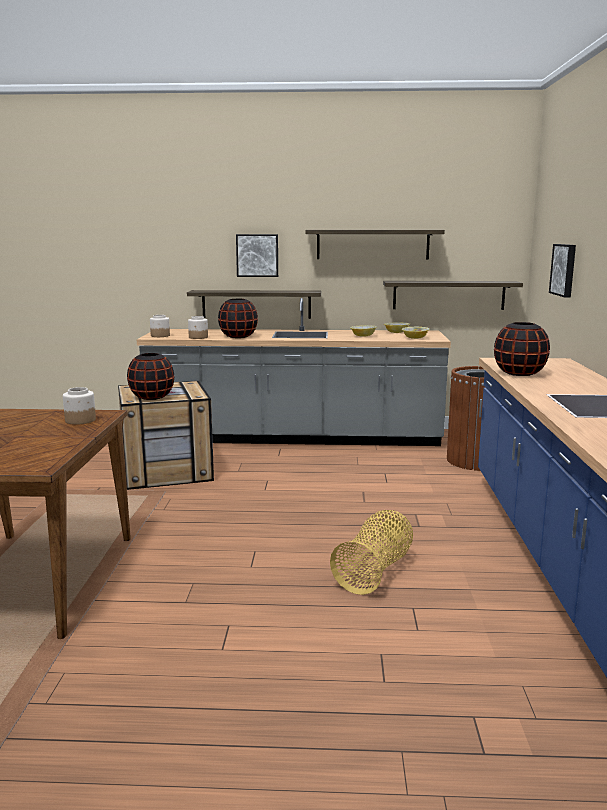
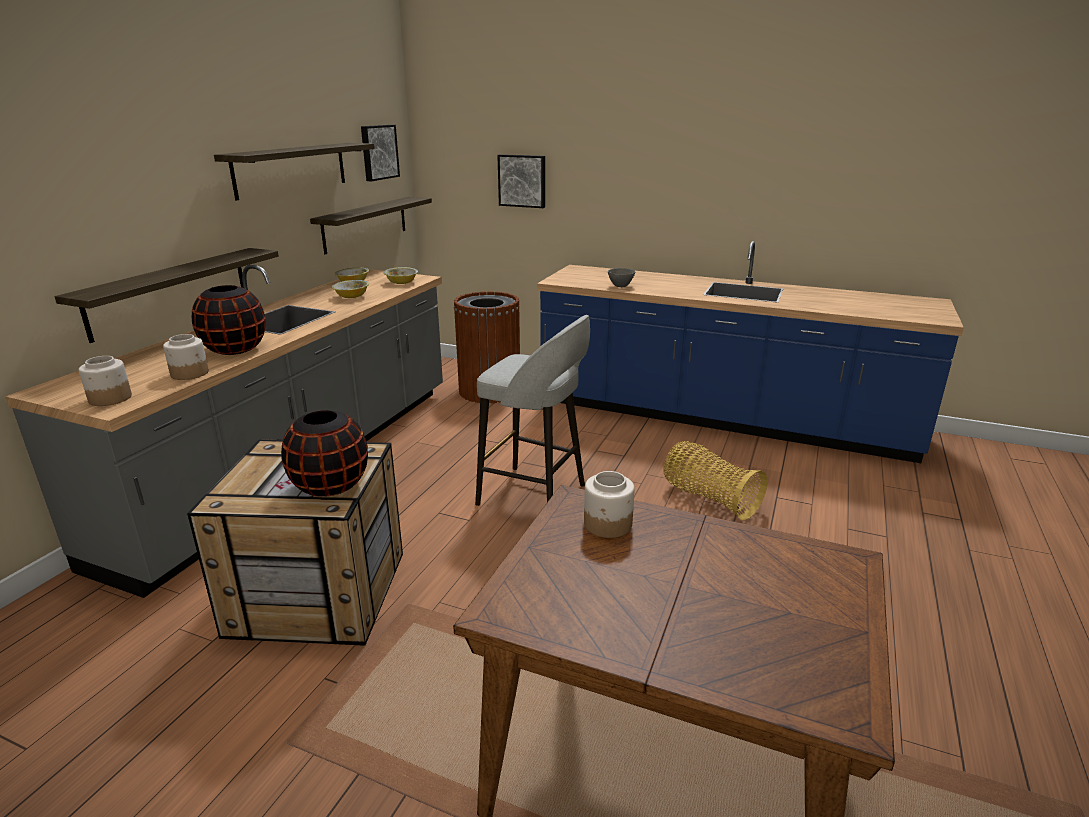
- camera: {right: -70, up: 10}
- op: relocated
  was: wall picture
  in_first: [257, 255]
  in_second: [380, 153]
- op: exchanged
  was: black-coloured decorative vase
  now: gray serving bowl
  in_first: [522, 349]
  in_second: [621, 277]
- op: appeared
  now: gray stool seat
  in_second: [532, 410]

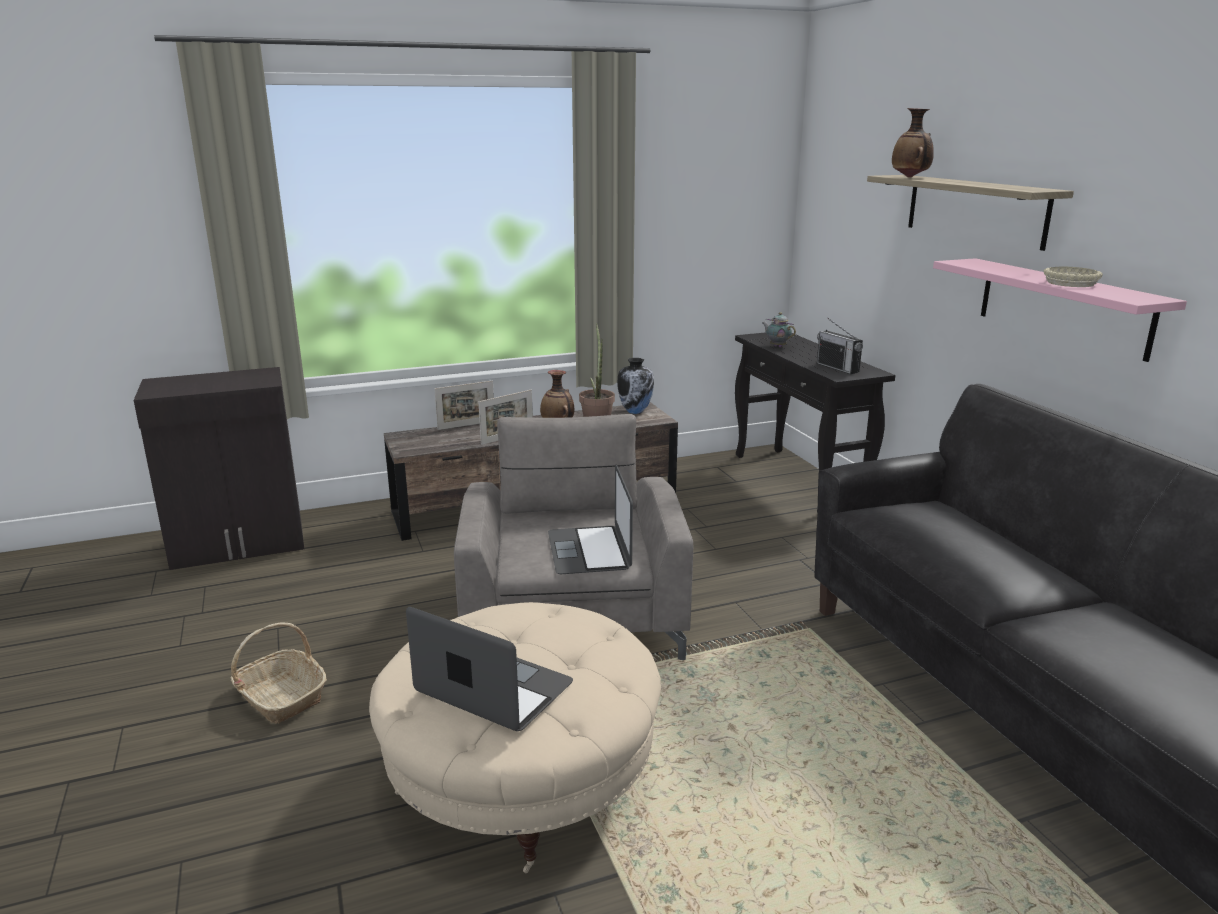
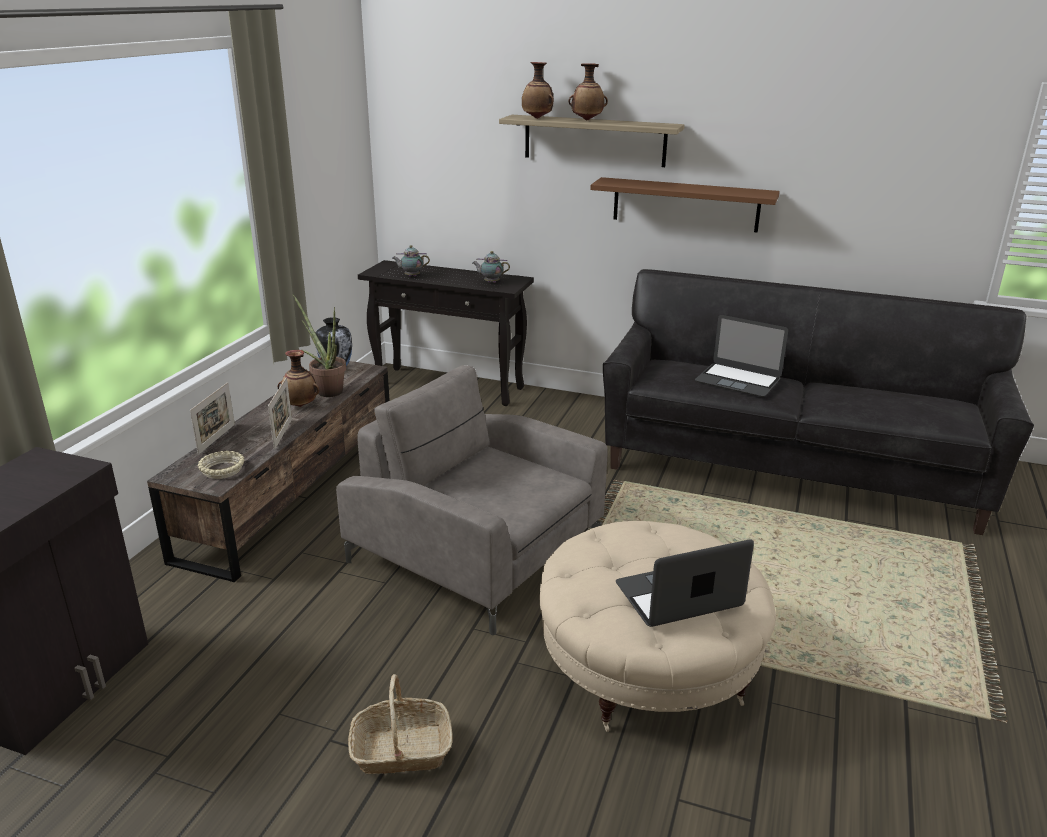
- camera: {right: -50, up: 5}
- op: colour
  was: pink-coloured bracket shelf
  now: brown-coloured bracket shelf
  in_first: [1060, 310]
  in_second: [685, 205]
- op: relocated
  was: beige-coloured serving bowl
  in_first: [1073, 277]
  in_second: [221, 465]
- op: exchanged
  was: radio
  now: tea pot
  in_first: [840, 346]
  in_second: [491, 267]
- op: relocated
  was: notebook computer
  in_first: [590, 519]
  in_second: [741, 356]
- op: appeared
  now: decorative vase
  in_second: [588, 91]

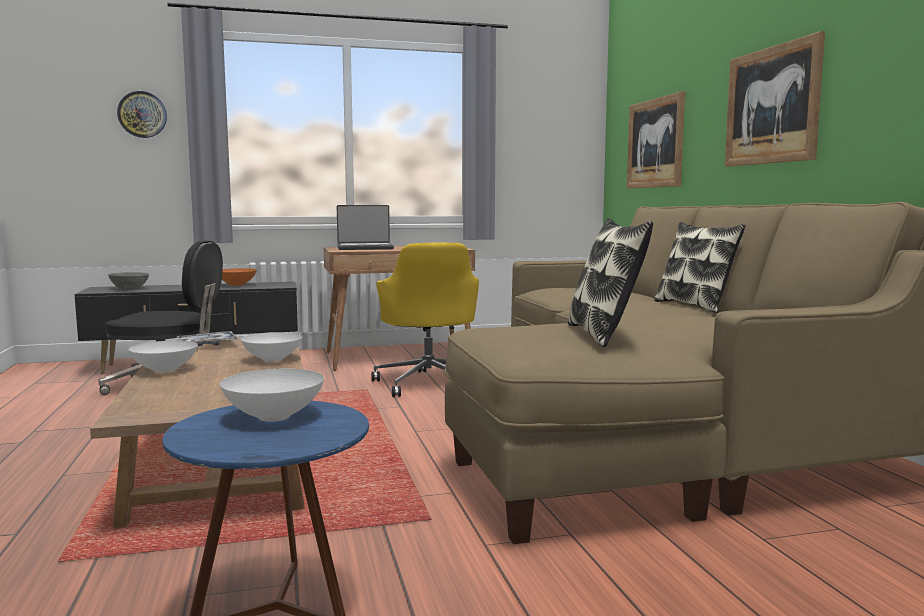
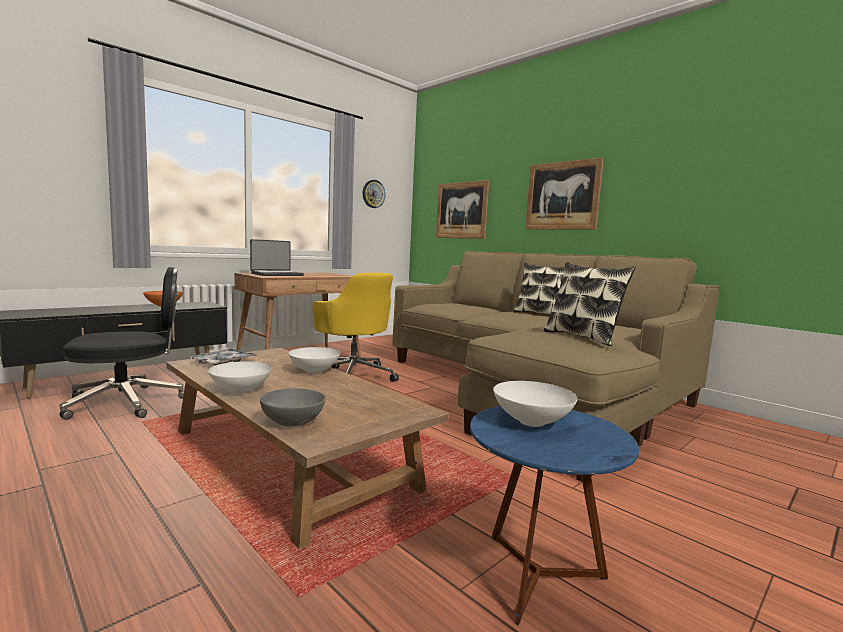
- camera: {right: -30, up: 0}
- op: relocated
  was: clock on the wall
  in_first: [142, 114]
  in_second: [374, 194]
- op: relocated
  was: gray serving bowl
  in_first: [128, 280]
  in_second: [293, 407]

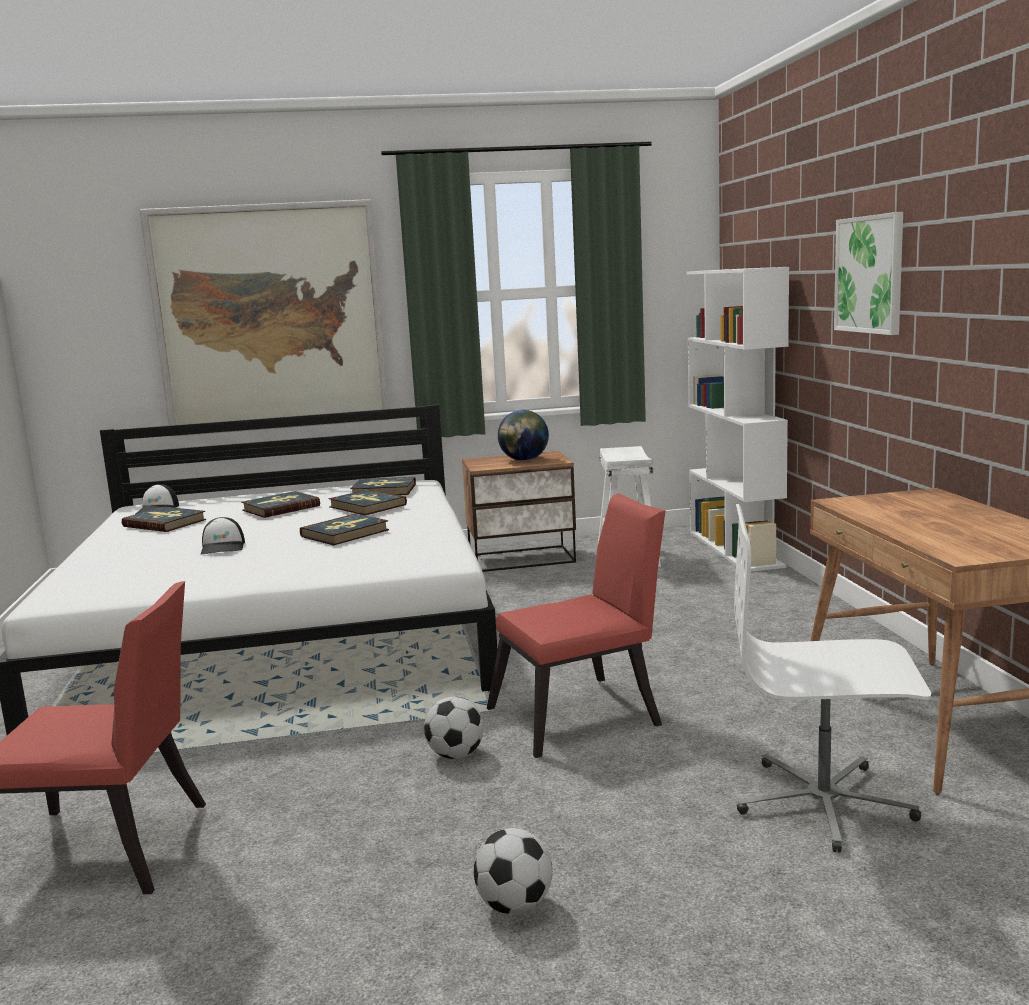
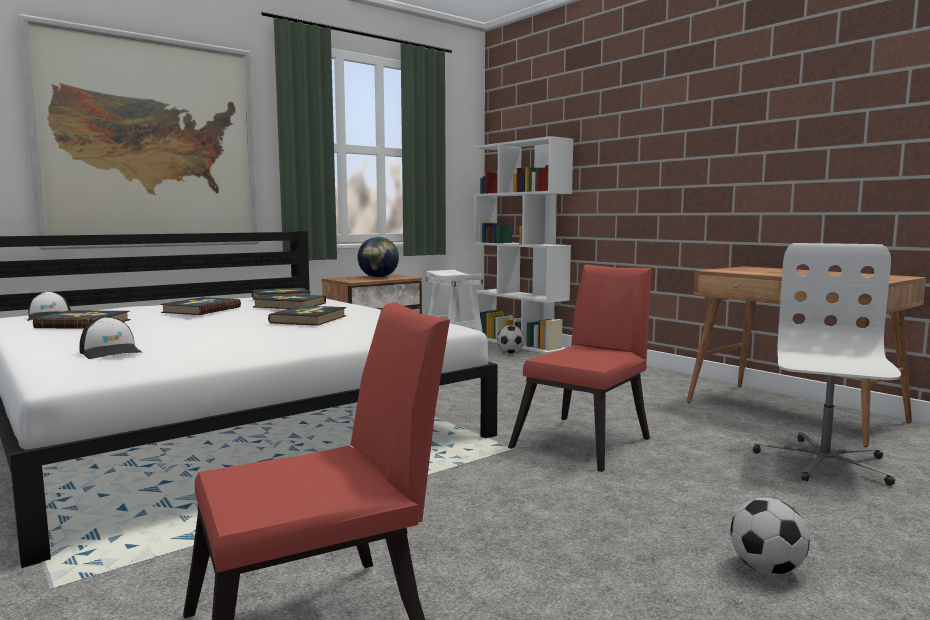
- camera: {right: -30, up: -5}
- op: missing
  was: wall picture
  in_first: [868, 273]
- op: spun
  was: white desk chair
  in_first: [832, 678]
  in_second: [827, 364]
  clockwise: 135
- op: relocated
  was: peaked cap
  in_first: [223, 536]
  in_second: [110, 338]
- op: relocated
  was: football ball
  in_first: [454, 728]
  in_second: [510, 339]

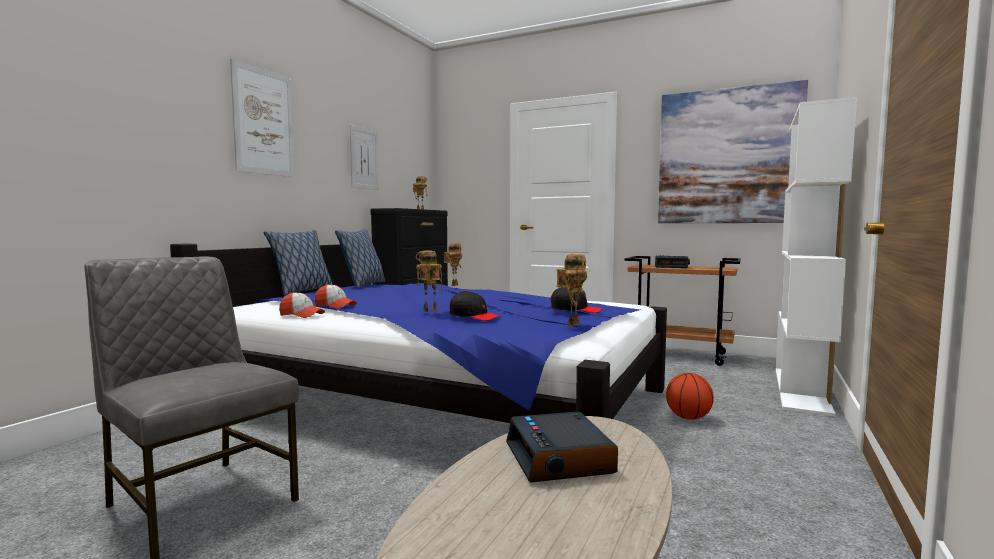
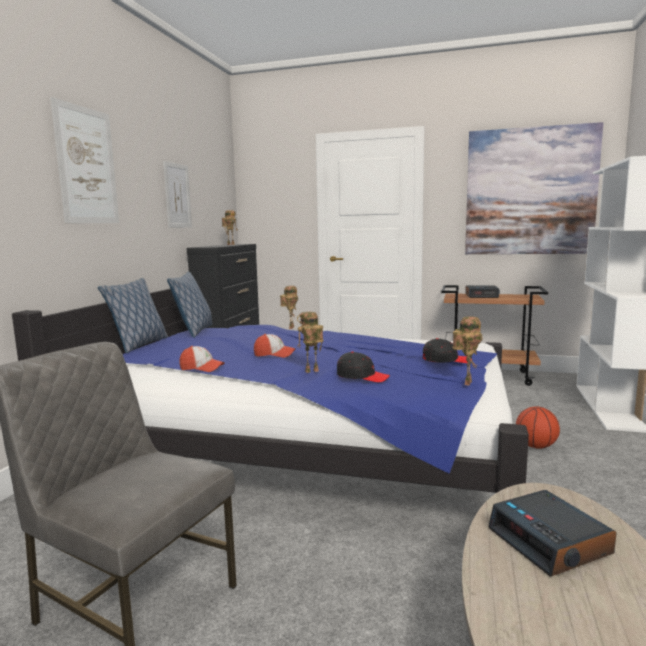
- camera: {right: -10, up: 5}
- op: relocated
  was: peaked cap
  in_first: [302, 305]
  in_second: [274, 346]

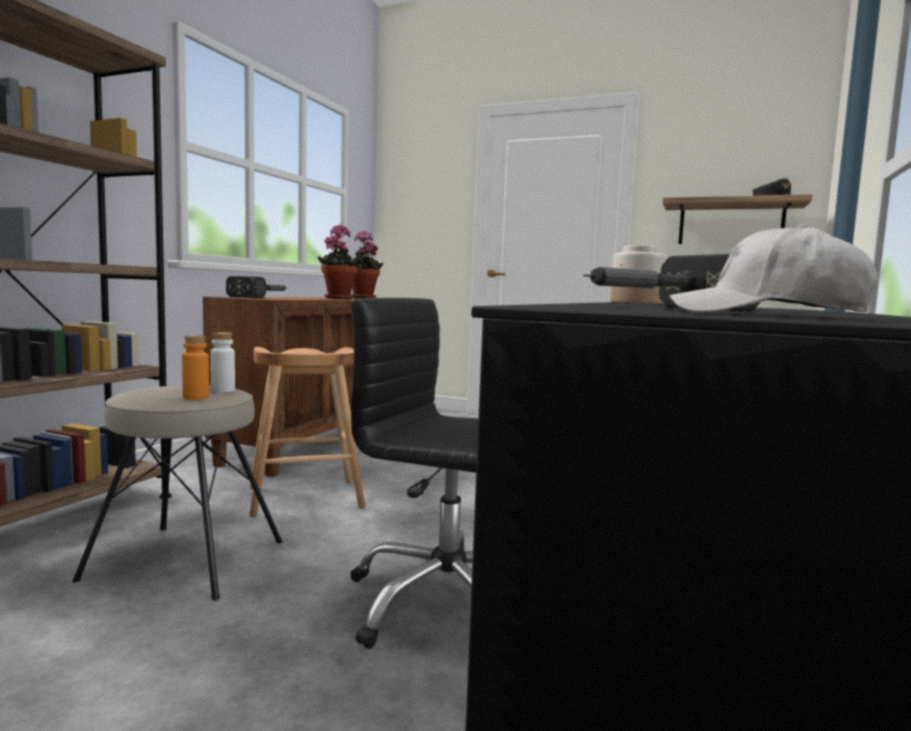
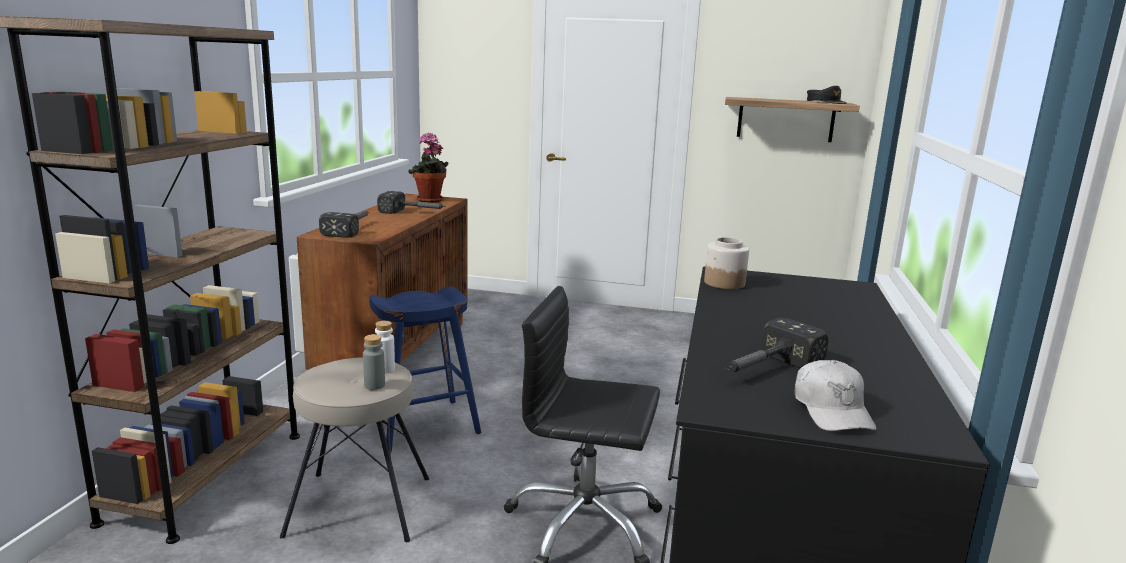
- camera: {right: -10, up: 10}
- op: exchanged
  was: plant in a pot
  now: hammer
  in_first: [339, 261]
  in_second: [411, 202]
- op: spun
  was: white peaked cap
  in_first: [773, 268]
  in_second: [836, 395]
  clockwise: -105
- op: colour
  was: orangey bottle
  now: gray bottle
  in_first: [195, 367]
  in_second: [374, 362]
- op: colour
  was: brown-coloured stool seat
  now: blue-coloured stool seat
  in_first: [307, 432]
  in_second: [425, 369]

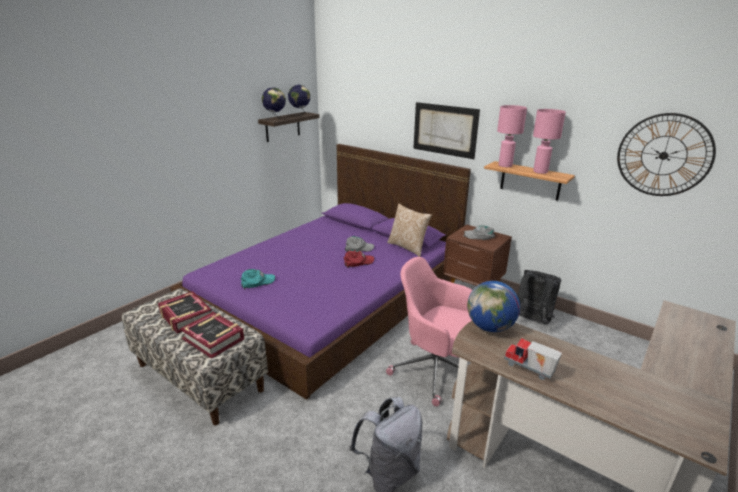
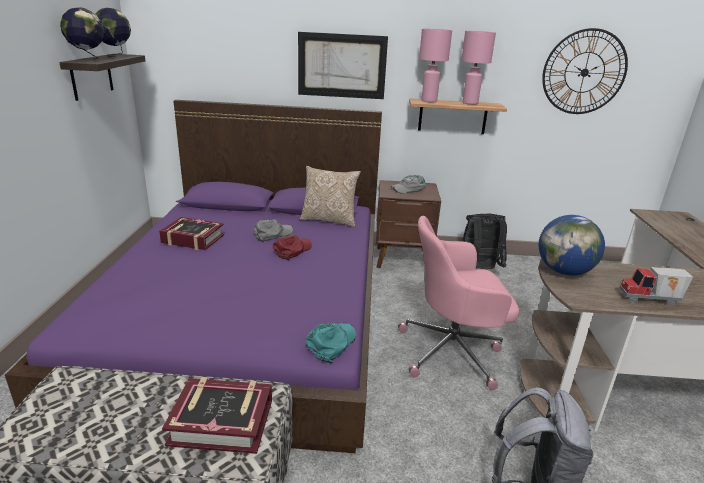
- camera: {right: -35, up: 0}
- op: relocated
  was: turquoise-coloured peaked cap
  in_first: [258, 279]
  in_second: [331, 343]
- op: relocated
  was: volume
  in_first: [184, 312]
  in_second: [191, 233]

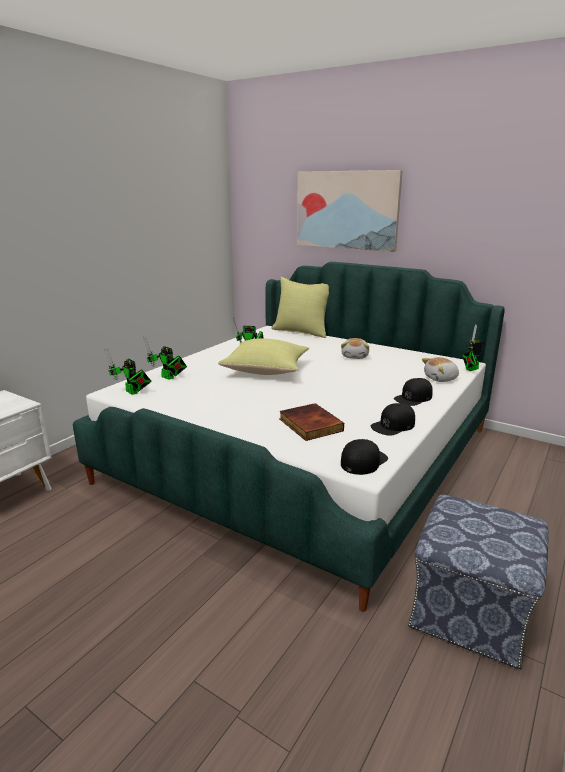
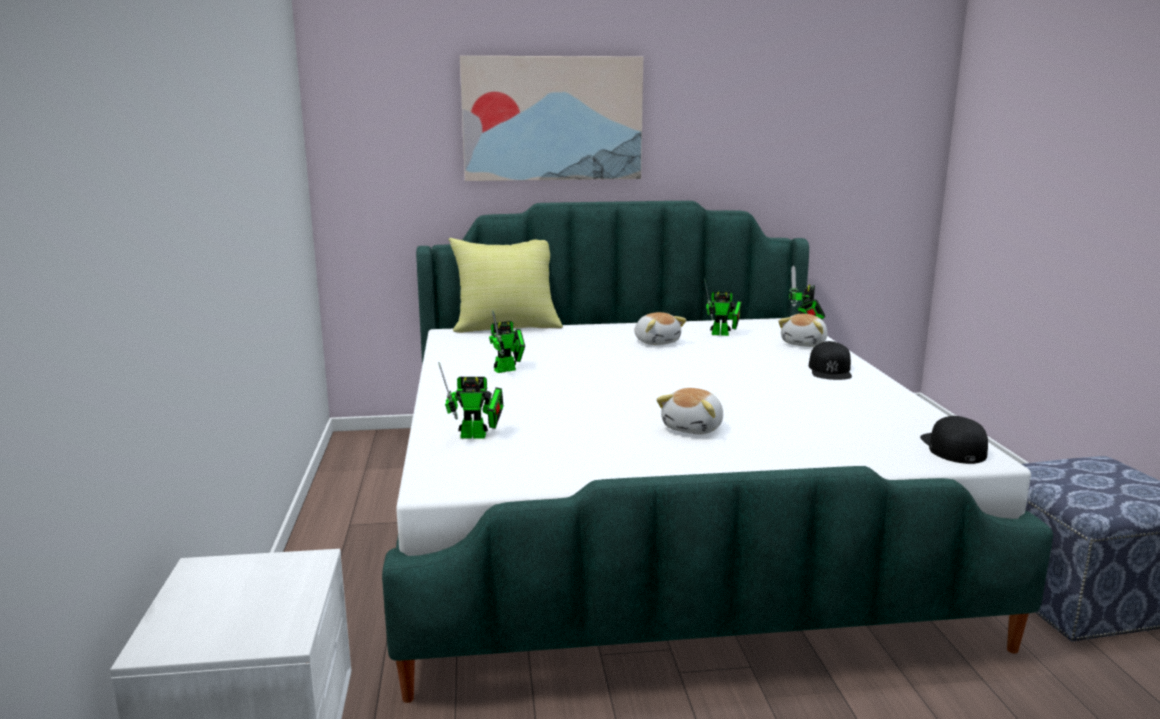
- camera: {right: -40, up: -5}
- op: missing
  was: yellow-coloured cushion
  in_first: [263, 357]
- op: relocated
  was: model robot
  in_first: [128, 371]
  in_second: [723, 307]
- op: missing
  was: volume
  in_first: [311, 422]
- op: missing
  was: black-coloured peaked cap
  in_first: [393, 419]
- op: appeared
  now: cuddly toy
  in_second: [689, 411]

